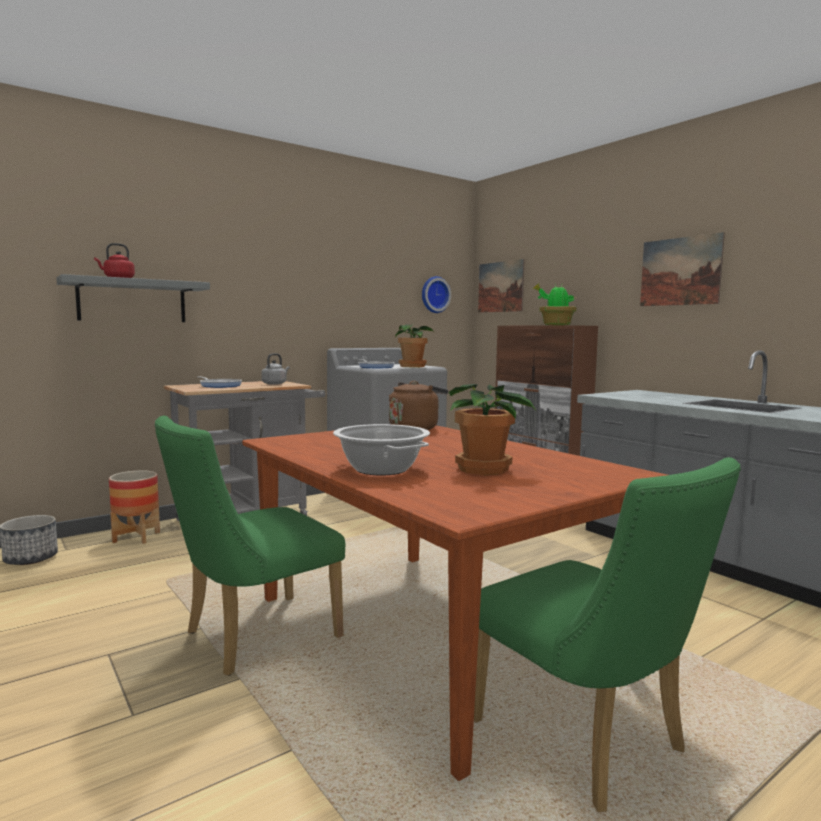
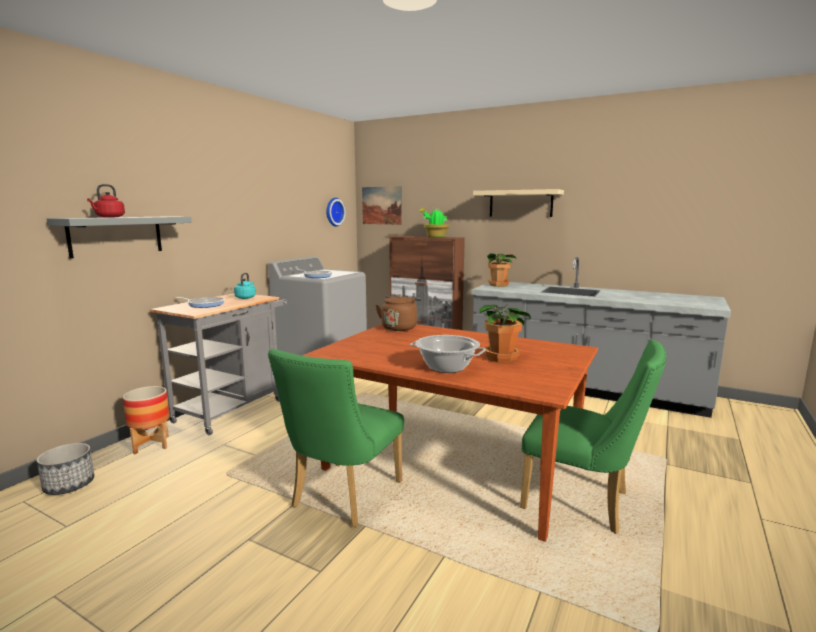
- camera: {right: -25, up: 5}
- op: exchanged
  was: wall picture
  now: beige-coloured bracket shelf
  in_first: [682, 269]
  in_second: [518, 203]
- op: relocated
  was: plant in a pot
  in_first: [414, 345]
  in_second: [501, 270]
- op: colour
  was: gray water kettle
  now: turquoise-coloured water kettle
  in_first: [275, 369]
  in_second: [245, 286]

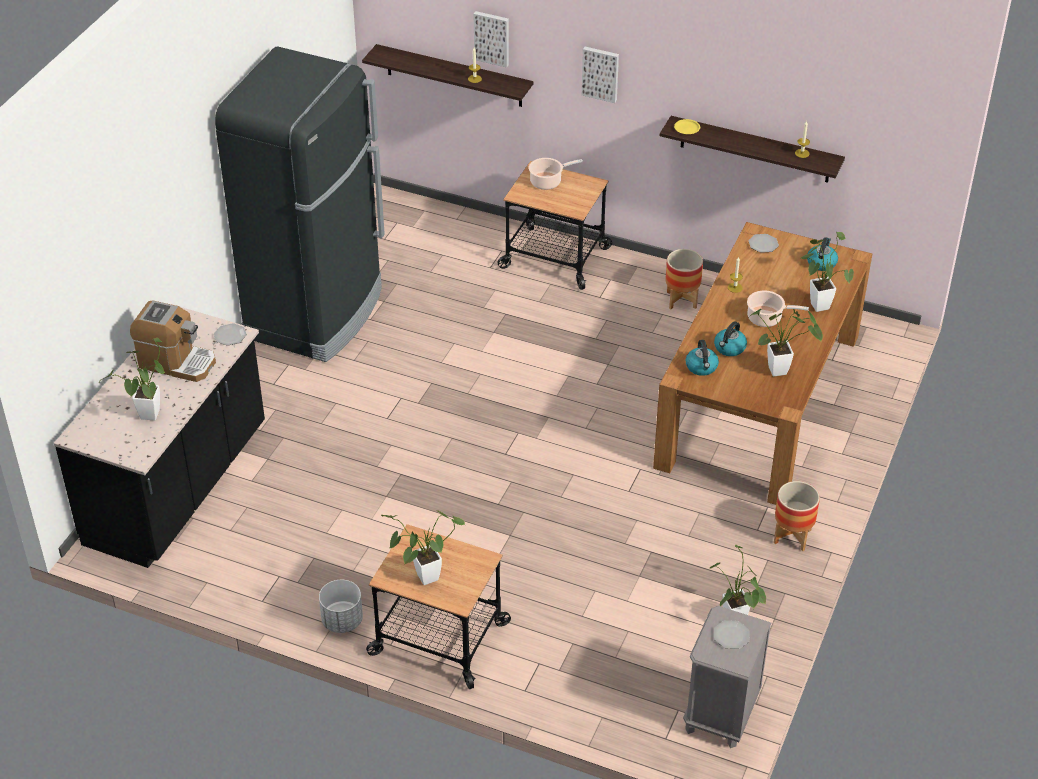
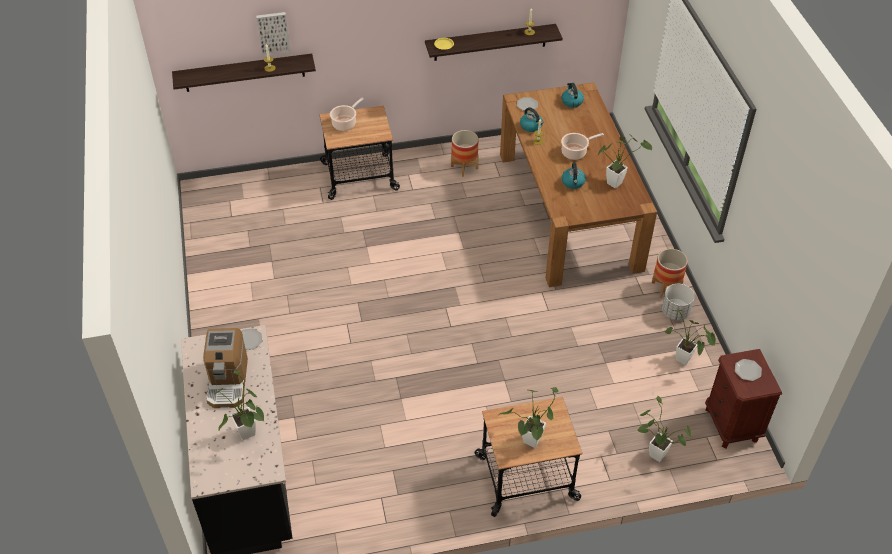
- camera: {right: -35, up: 5}
- op: missing
  was: black-coloured refrigerator
  in_first: [300, 204]
- op: missing
  was: wall picture
  in_first: [600, 75]
- op: relocated
  was: plant in a pot
  in_first: [827, 272]
  in_second: [664, 429]
- op: spun
  was: coffee machine
  in_first: [173, 341]
  in_second: [225, 368]
  clockwise: 105
- op: relocated
  was: water kettle
  in_first: [702, 358]
  in_second: [531, 119]
- op: relocated
  was: white planter
  in_first: [341, 606]
  in_second: [678, 302]
- op: colour
  was: gray night table
  now: brown-coloured night table
  in_first: [727, 677]
  in_second: [743, 399]

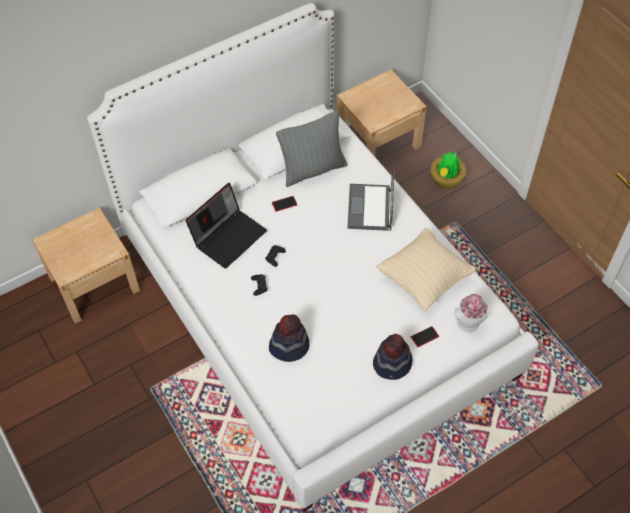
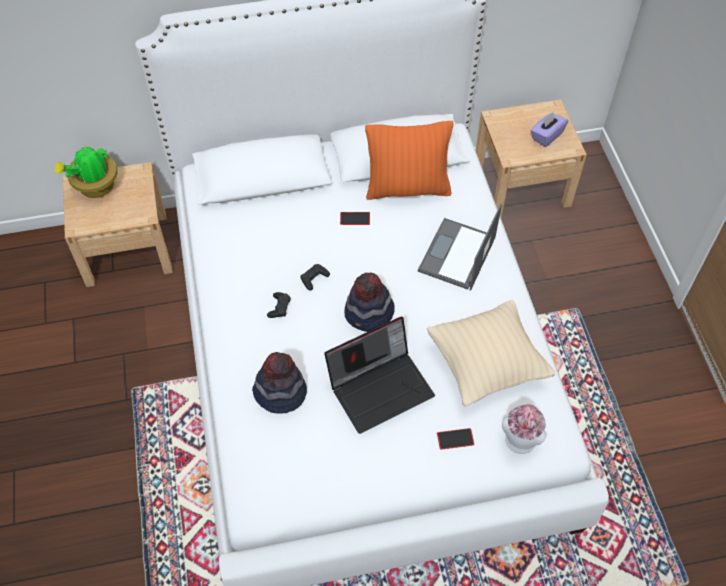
- camera: {right: 20, up: 0}
- op: colour
  was: gray cushion
  now: orangey cushion
  in_first: [311, 149]
  in_second: [409, 160]
- op: relocated
  was: plant in a pot
  in_first: [448, 170]
  in_second: [85, 172]
- op: relocated
  was: notebook computer
  in_first: [226, 226]
  in_second: [380, 375]
- op: relocated
  was: hat
  in_first: [392, 357]
  in_second: [369, 302]
- op: appeared
  now: purple-coloured box of tissues
  in_second: [549, 129]

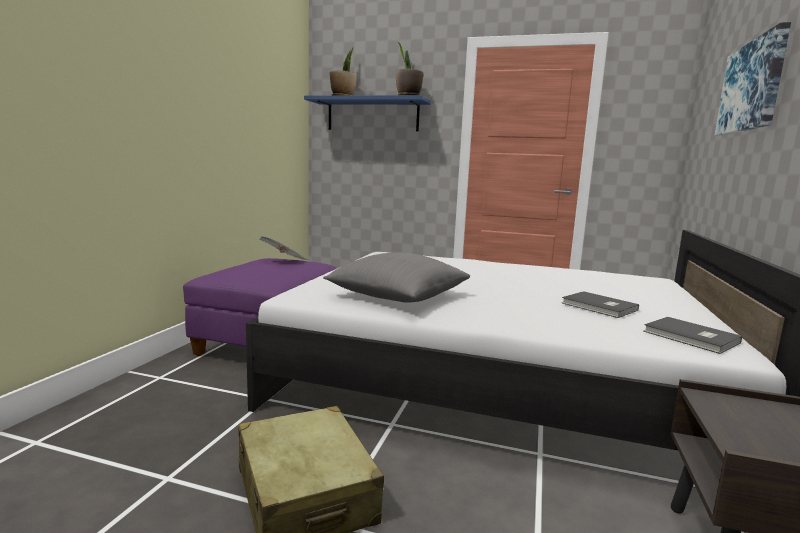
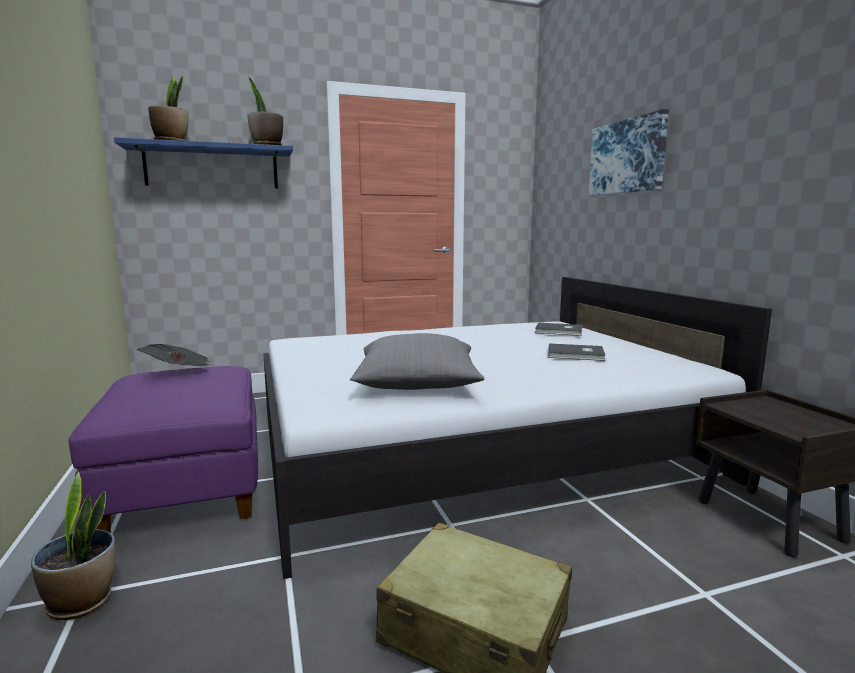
- camera: {right: -35, up: 0}
- op: relocated
  was: gray volume
  in_first: [692, 335]
  in_second: [558, 329]
- op: appeared
  now: plant in a pot
  in_second: [73, 546]

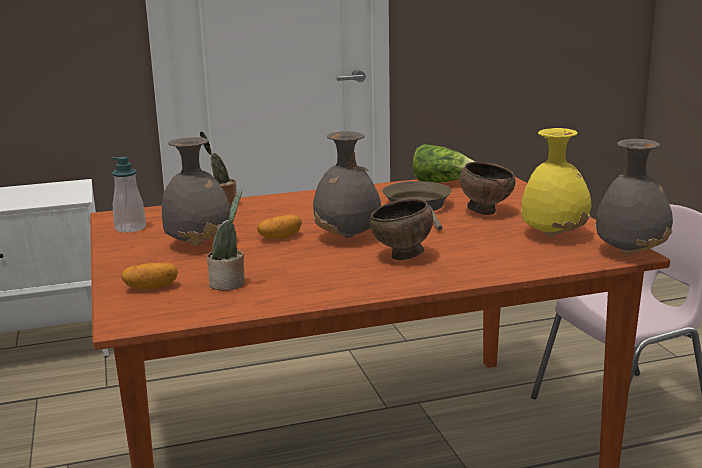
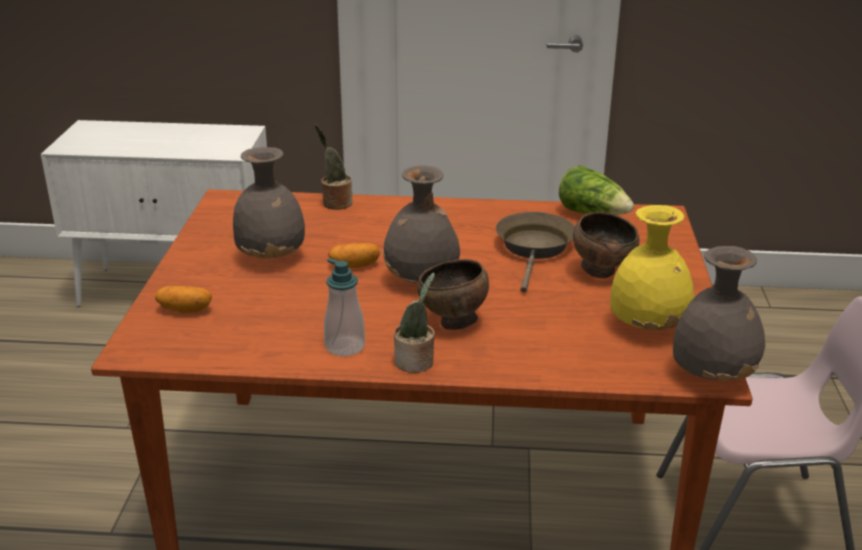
- camera: {right: 20, up: 10}
- op: relocated
  was: soap dispenser
  in_first: [128, 195]
  in_second: [344, 307]
- op: relocated
  was: plant in a pot
  in_first: [226, 240]
  in_second: [414, 323]

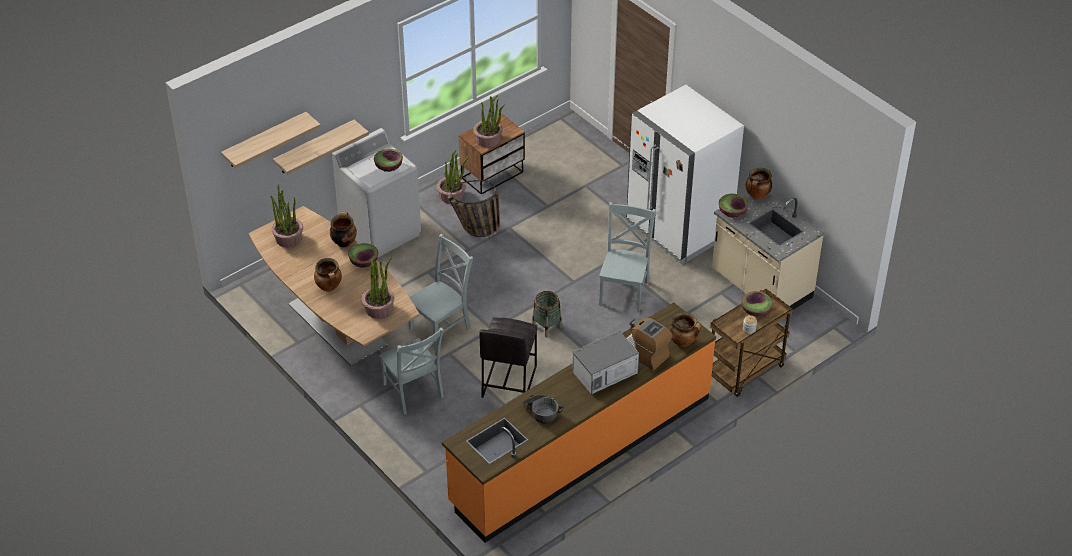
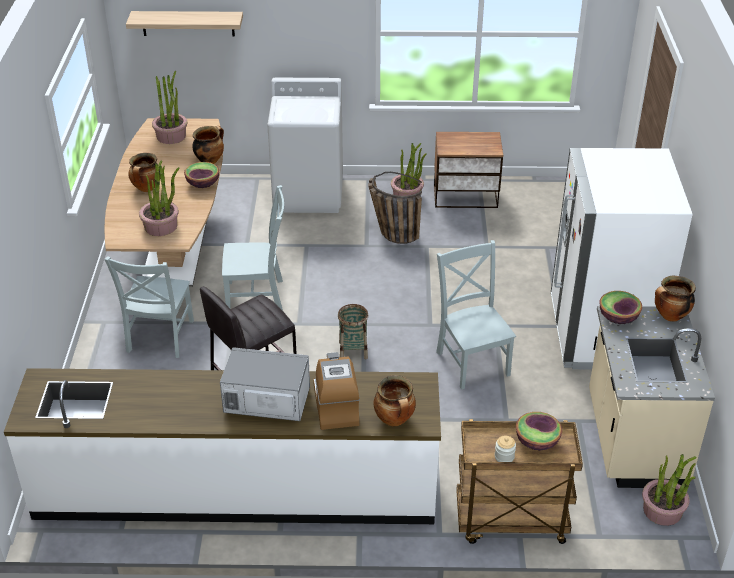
- camera: {right: 40, up: -5}
- op: relocated
  was: plant in a pot
  in_first: [489, 121]
  in_second: [669, 490]
- op: missing
  was: bracket shelf
  in_first: [321, 147]
- op: missing
  was: serving bowl
  in_first: [388, 160]
- op: spun
  was: gray upright chair
  in_first: [627, 257]
  in_second: [476, 315]
  clockwise: -75
- op: colour
  was: orangey kitchen counter
  now: white kitchen counter
  in_first: [579, 422]
  in_second: [222, 446]
- op: missing
  was: saucepot
  in_first: [542, 409]

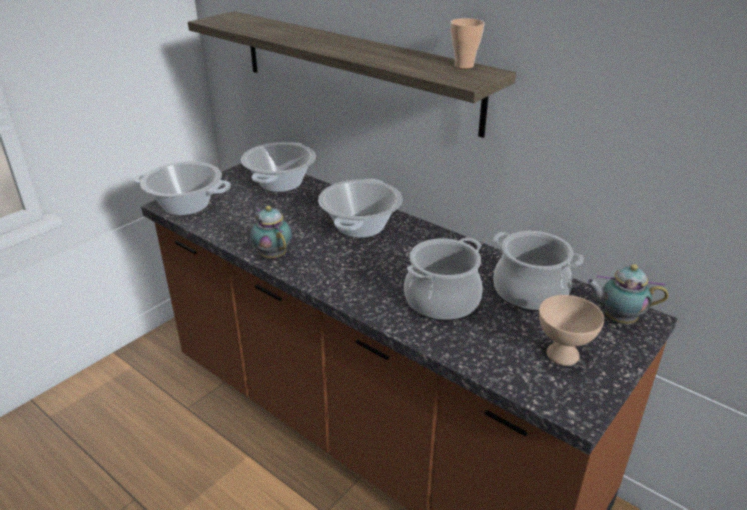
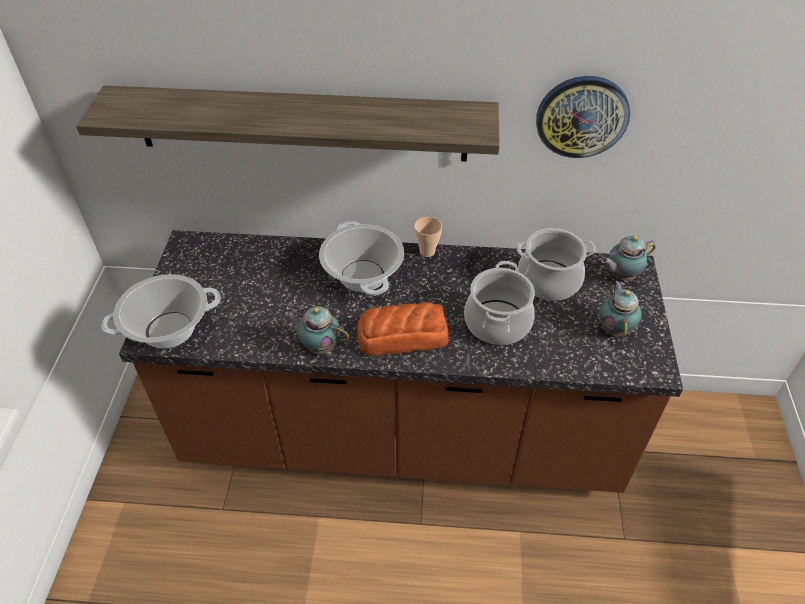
- camera: {right: -35, up: 15}
- op: relocated
  was: drinking cup
  in_first: [467, 43]
  in_second: [428, 237]
- op: missing
  was: saucepot
  in_first: [278, 167]
- op: exchanged
  was: beige-coloured serving bowl
  now: tea pot
  in_first: [571, 330]
  in_second: [620, 309]
- op: appeared
  now: clock on the wall
  in_second: [583, 117]
- op: appeared
  now: baked bread
  in_second: [403, 329]

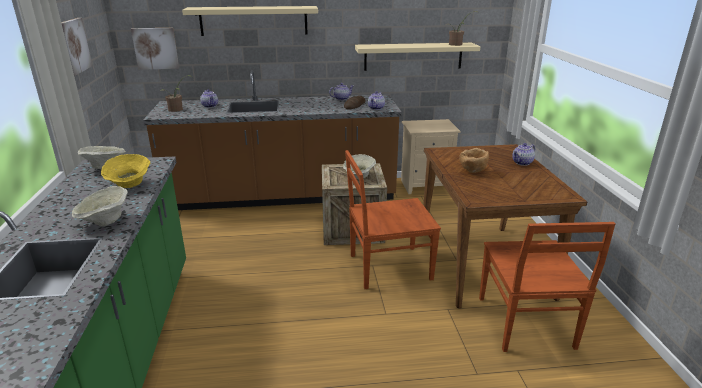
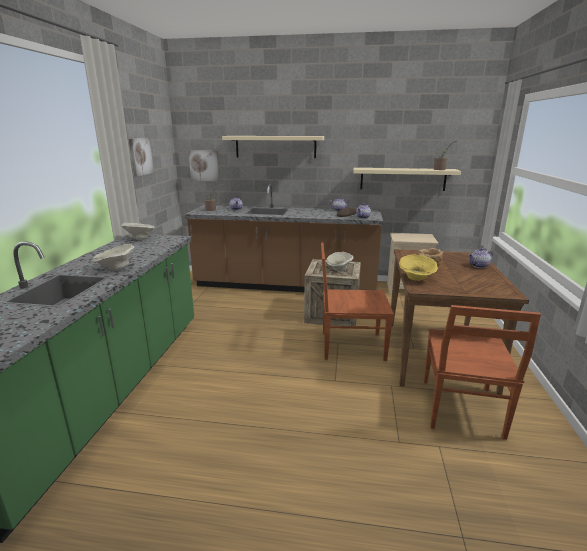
- camera: {right: 15, up: -5}
- op: relocated
  was: yellow-coloured serving bowl
  in_first: [125, 171]
  in_second: [418, 268]

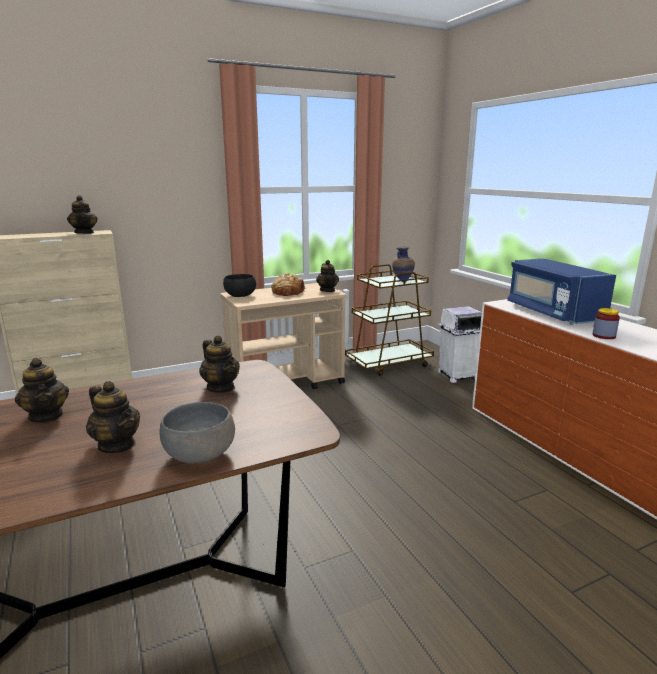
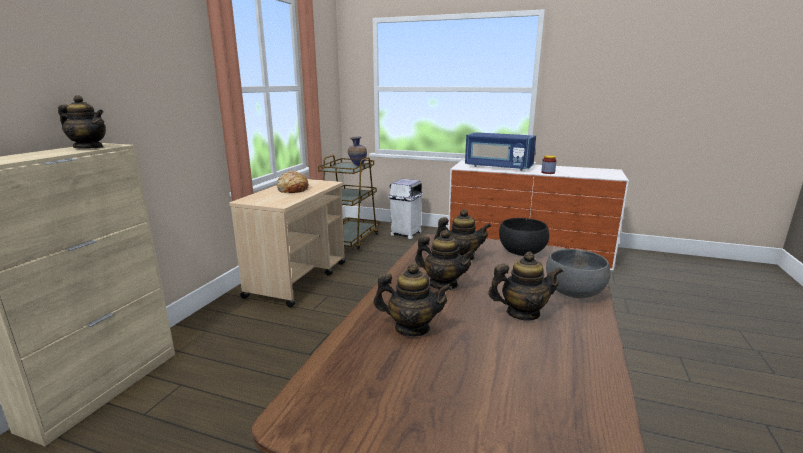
- camera: {right: -45, up: 0}
- op: relocated
  was: tea pot
  in_first: [327, 276]
  in_second: [445, 259]
- op: relocated
  was: black-coloured serving bowl
  in_first: [239, 285]
  in_second: [524, 237]

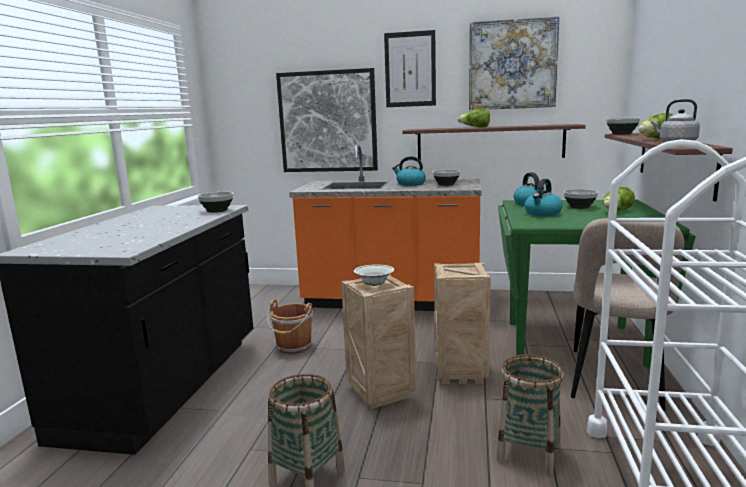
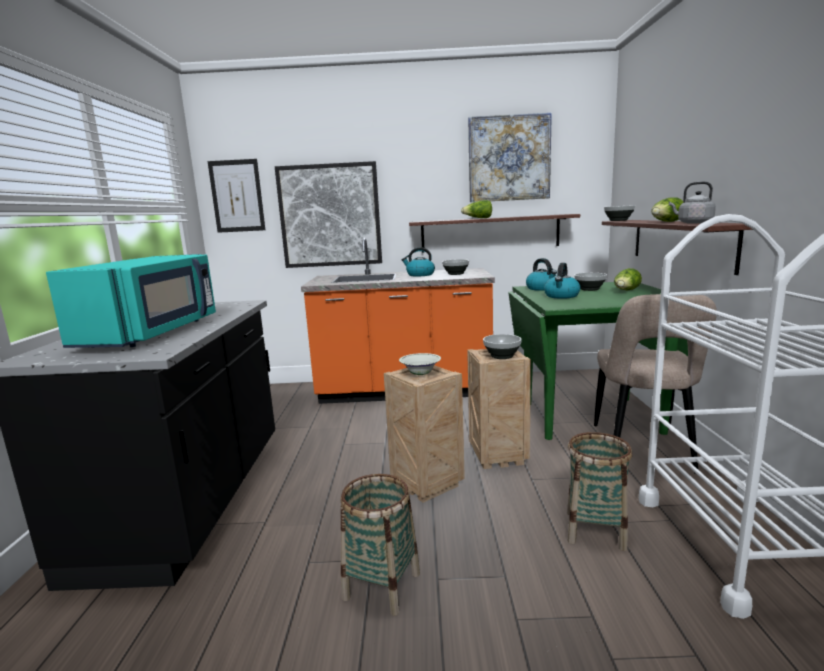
- camera: {right: -10, up: 0}
- op: relocated
  was: wall picture
  in_first: [410, 68]
  in_second: [236, 196]
- op: relocated
  was: serving bowl
  in_first: [215, 202]
  in_second: [502, 346]
- op: missing
  was: brown-coloured water bucket
  in_first: [290, 327]
- op: appeared
  now: turquoise-coloured kitchen microwave
  in_second: [131, 301]

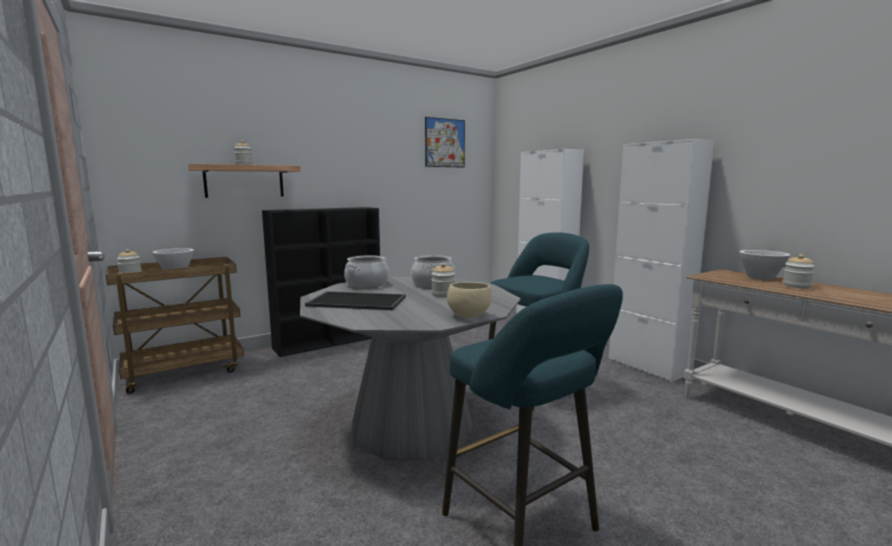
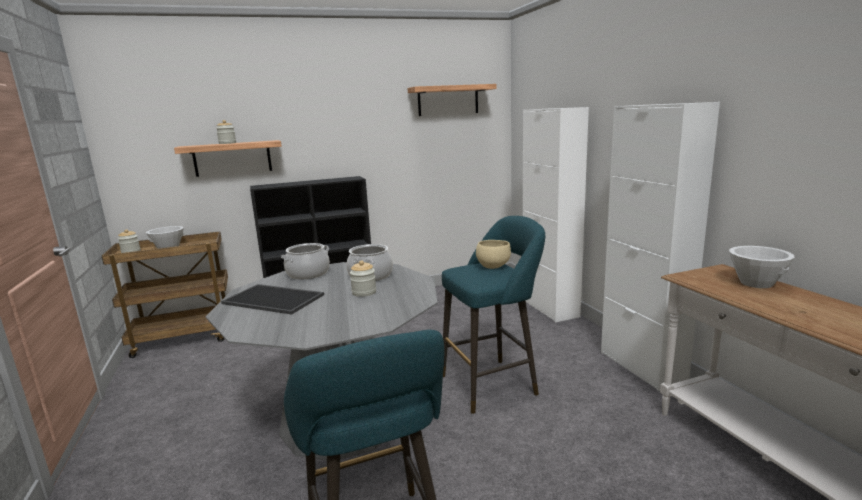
- camera: {right: 15, up: 5}
- op: exchanged
  was: wall picture
  now: bracket shelf
  in_first: [445, 142]
  in_second: [452, 100]
- op: missing
  was: storage jar
  in_first: [799, 271]
- op: relocated
  was: beige-coloured serving bowl
  in_first: [469, 300]
  in_second: [493, 254]

